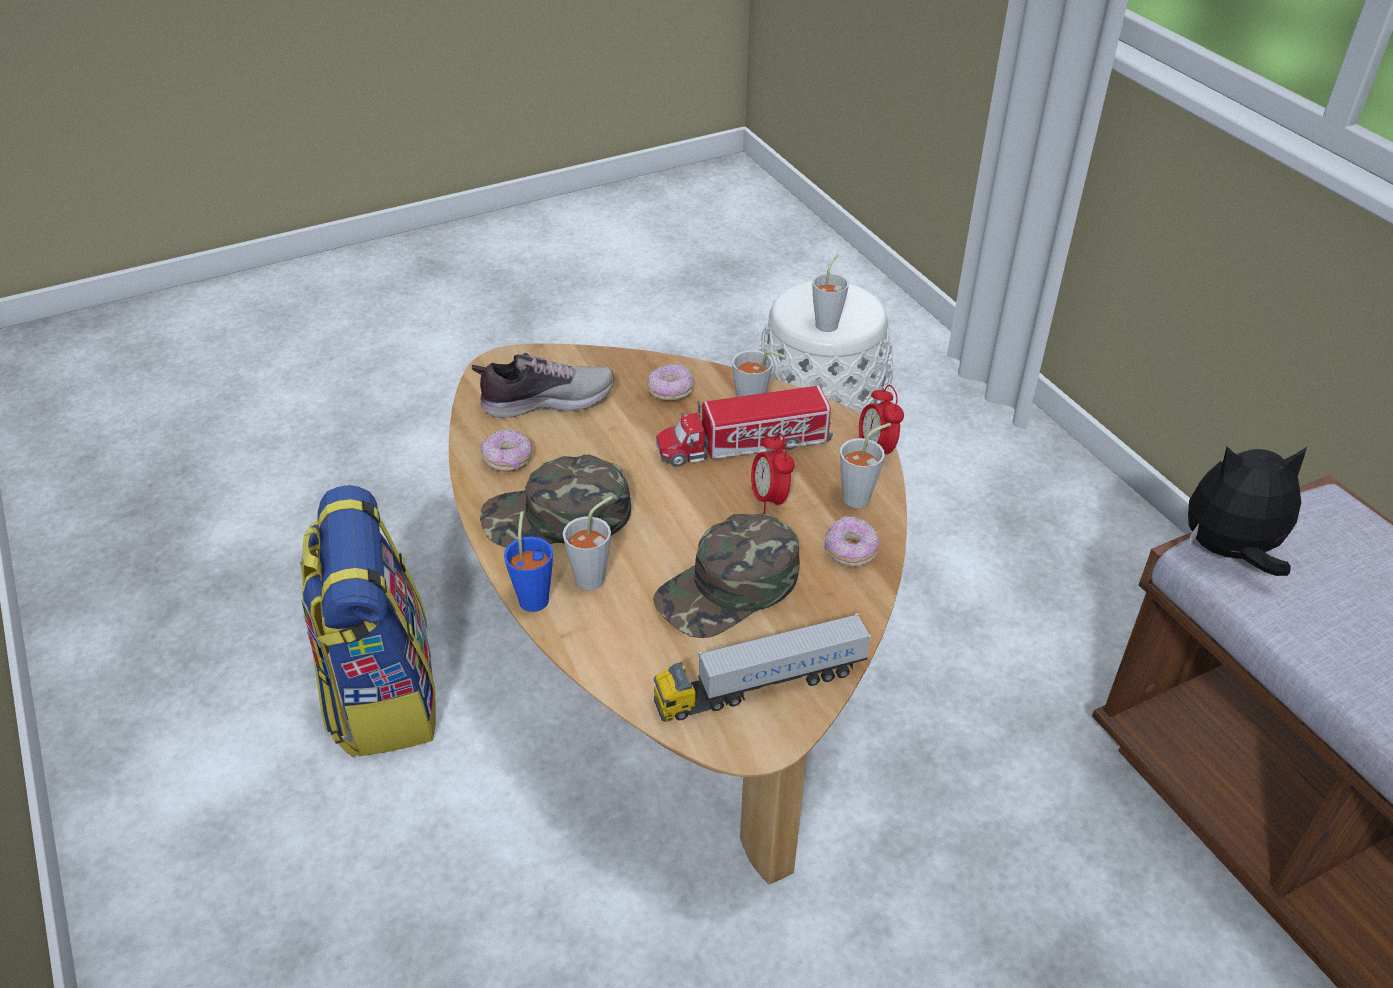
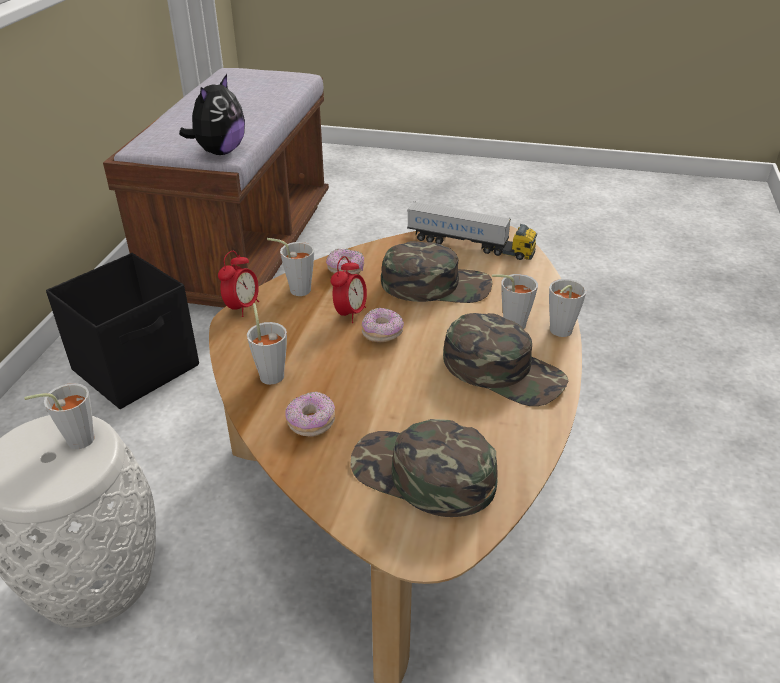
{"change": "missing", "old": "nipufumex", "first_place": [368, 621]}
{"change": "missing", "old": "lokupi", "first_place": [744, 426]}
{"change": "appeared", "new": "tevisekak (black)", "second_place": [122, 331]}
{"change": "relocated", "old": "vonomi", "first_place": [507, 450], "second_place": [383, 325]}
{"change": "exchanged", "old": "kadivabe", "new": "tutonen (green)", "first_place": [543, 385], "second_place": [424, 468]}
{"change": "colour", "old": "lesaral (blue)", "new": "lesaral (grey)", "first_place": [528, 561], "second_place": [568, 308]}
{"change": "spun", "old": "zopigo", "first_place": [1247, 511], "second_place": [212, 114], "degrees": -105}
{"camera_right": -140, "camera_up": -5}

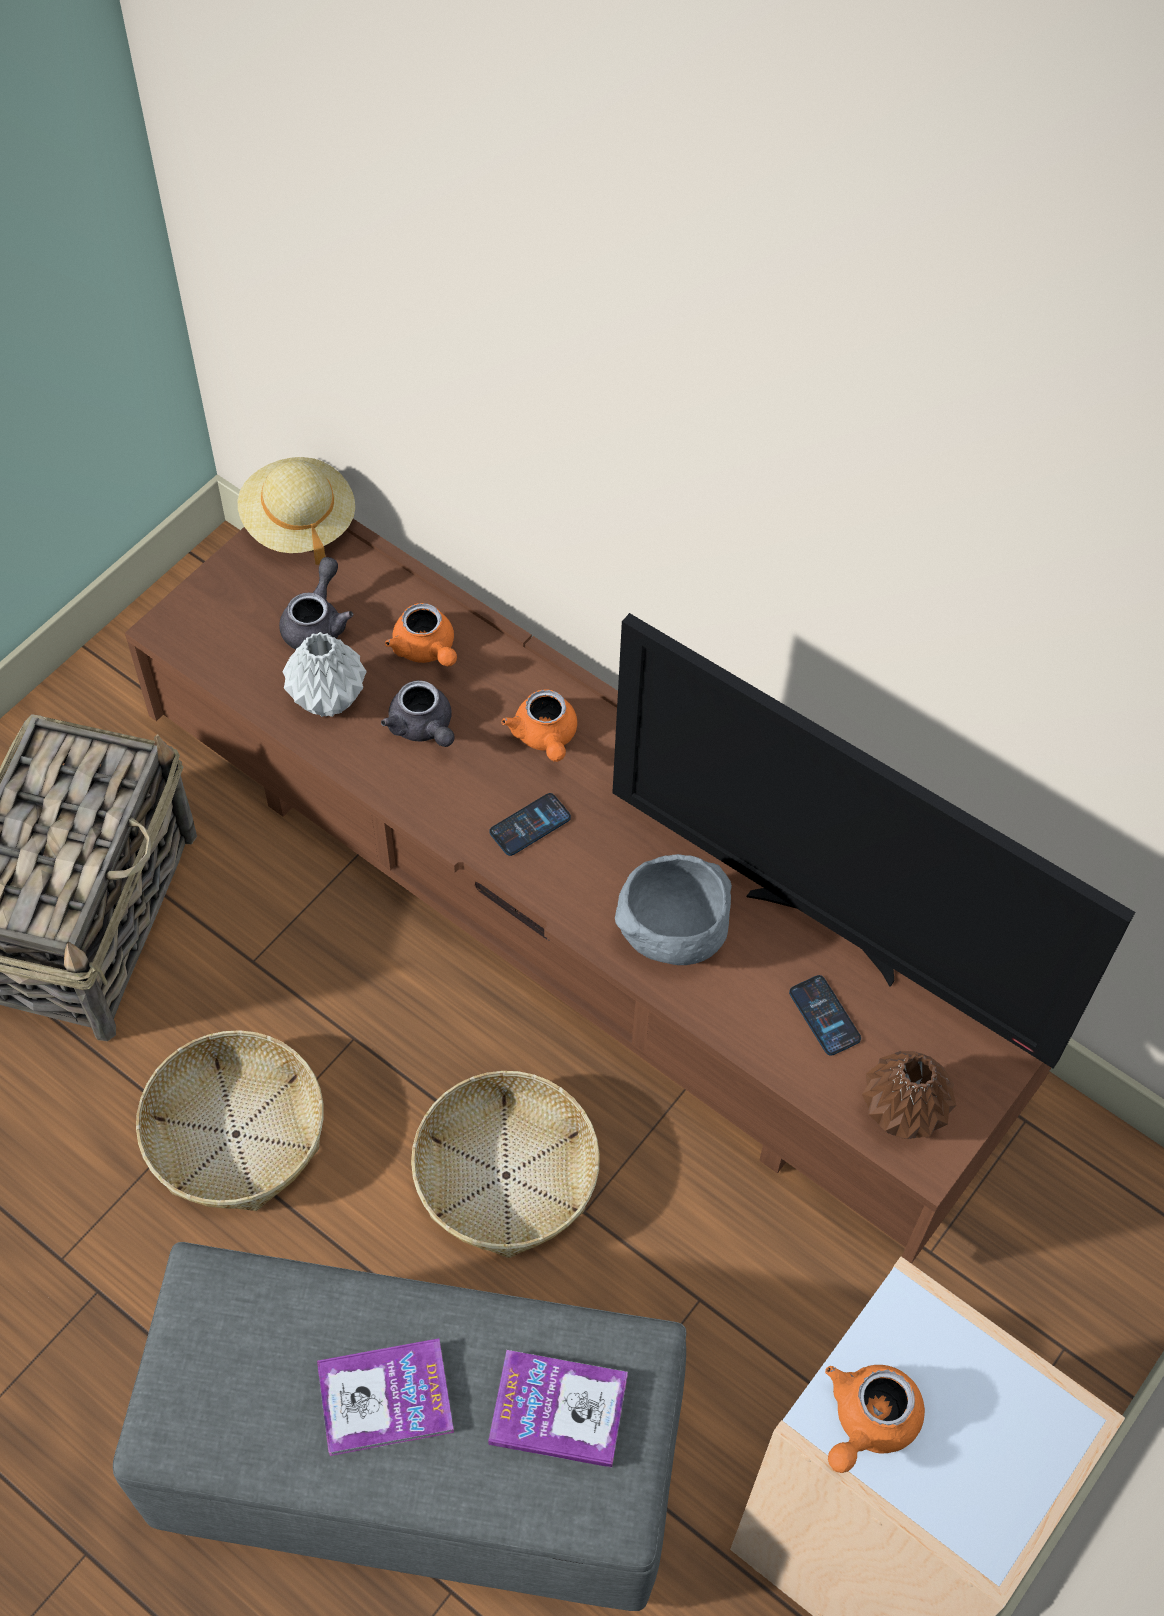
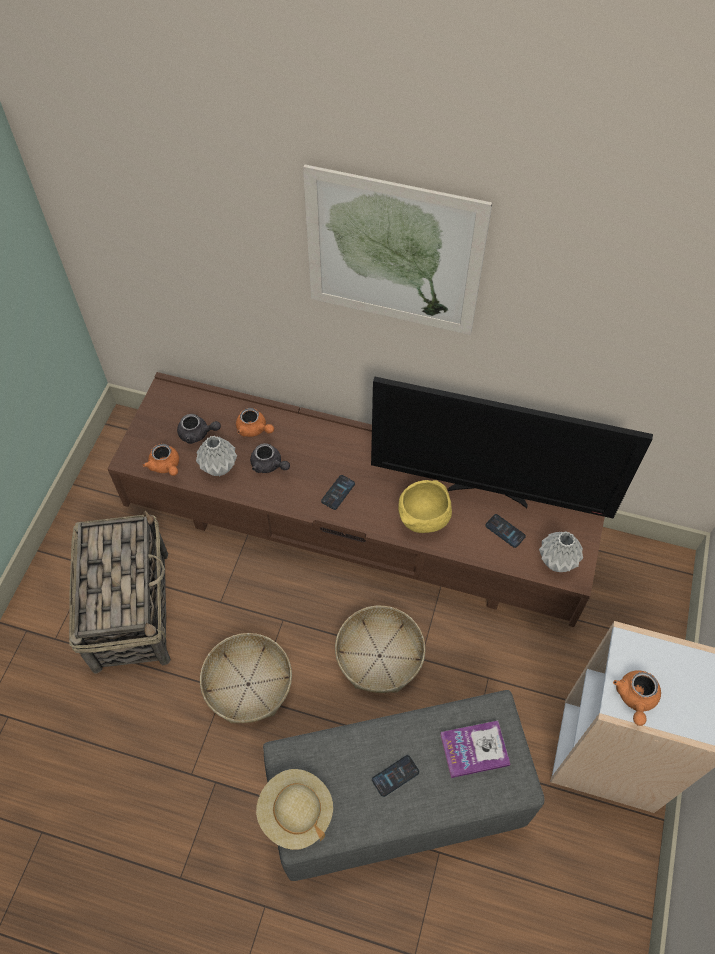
{"change": "appeared", "new": "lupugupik", "second_place": [397, 249]}
{"change": "relocated", "old": "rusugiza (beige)", "first_place": [296, 511], "second_place": [294, 809]}
{"change": "relocated", "old": "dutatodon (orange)", "first_place": [539, 726], "second_place": [161, 460]}
{"change": "exchanged", "old": "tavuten", "new": "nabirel", "first_place": [385, 1397], "second_place": [395, 776]}
{"change": "colour", "old": "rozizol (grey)", "new": "rozizol (yellow)", "first_place": [673, 909], "second_place": [425, 506]}
{"change": "colour", "old": "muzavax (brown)", "new": "muzavax (grey)", "first_place": [909, 1095], "second_place": [561, 551]}
{"change": "spun", "old": "dutatodon (grey)", "first_place": [316, 603], "second_place": [199, 429], "degrees": 105}
{"camera_right": -20, "camera_up": 0}

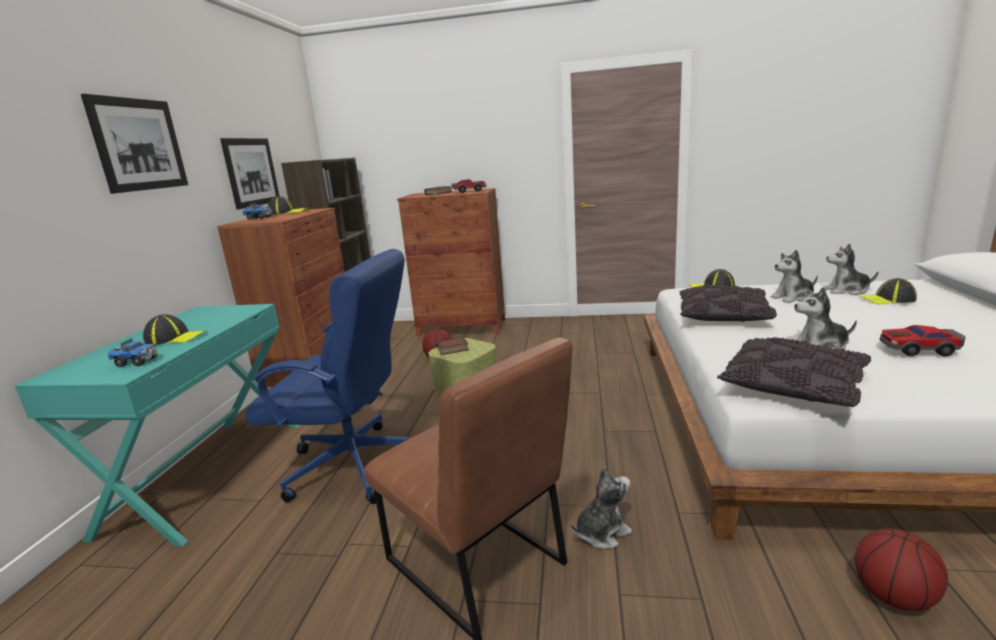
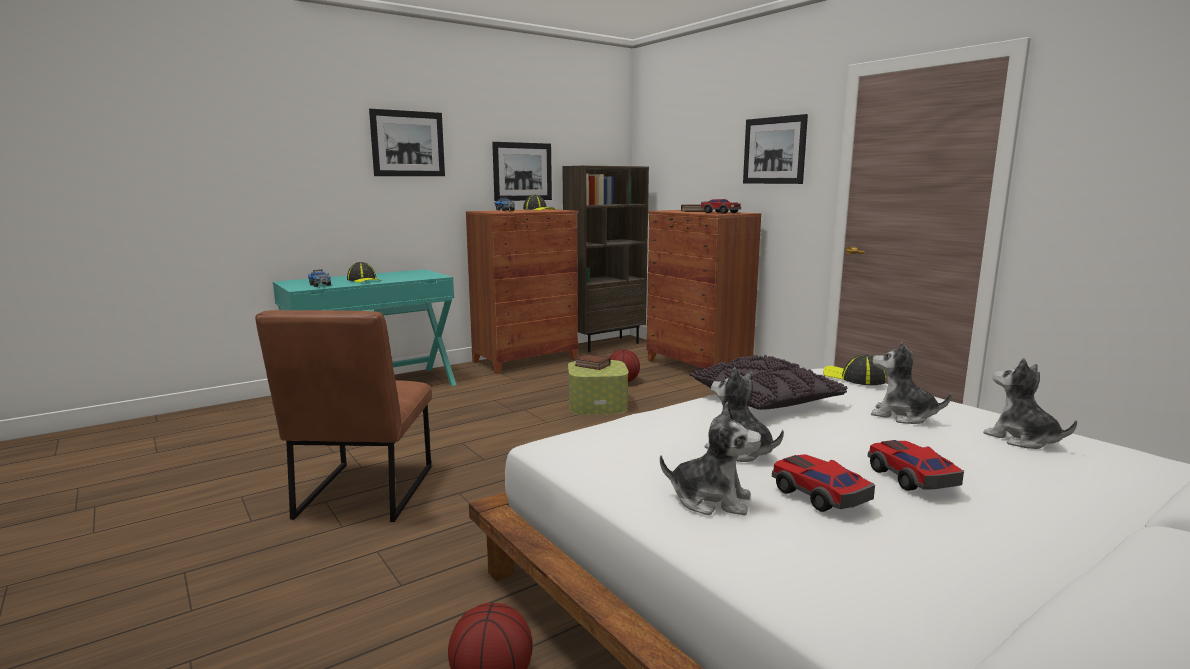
{"change": "missing", "old": "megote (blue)", "first_place": [329, 376]}
{"change": "missing", "old": "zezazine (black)", "first_place": [794, 372]}
{"change": "missing", "old": "tutonen", "first_place": [888, 291]}
{"change": "appeared", "new": "lupugupik", "second_place": [775, 149]}
{"change": "appeared", "new": "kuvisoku", "second_place": [916, 465]}
{"change": "relocated", "old": "zopigo", "first_place": [601, 507], "second_place": [711, 458]}
{"camera_right": 45, "camera_up": -5}

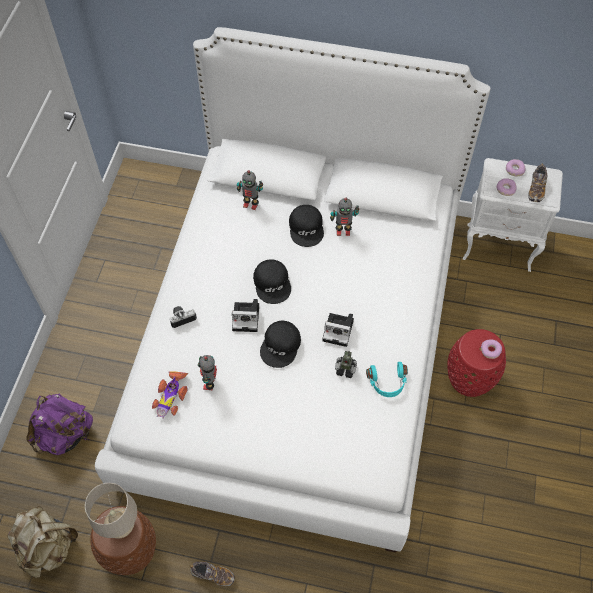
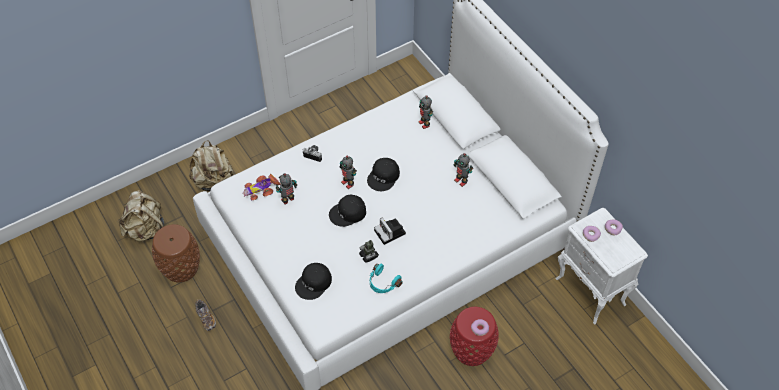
{"change": "missing", "old": "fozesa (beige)", "first_place": [111, 511]}
{"change": "missing", "old": "kadivabe", "first_place": [538, 183]}
{"change": "relocated", "old": "tutonen (black)", "first_place": [306, 226], "second_place": [313, 281]}
{"change": "exchanged", "old": "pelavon", "new": "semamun", "first_place": [245, 315], "second_place": [348, 172]}
{"change": "colour", "old": "nipufumex (purple)", "new": "nipufumex (beige)", "first_place": [59, 424], "second_place": [211, 165]}
{"camera_right": 45, "camera_up": -5}

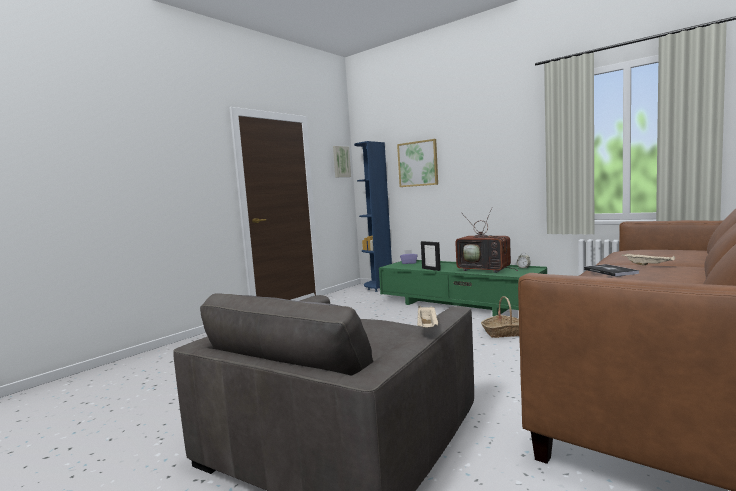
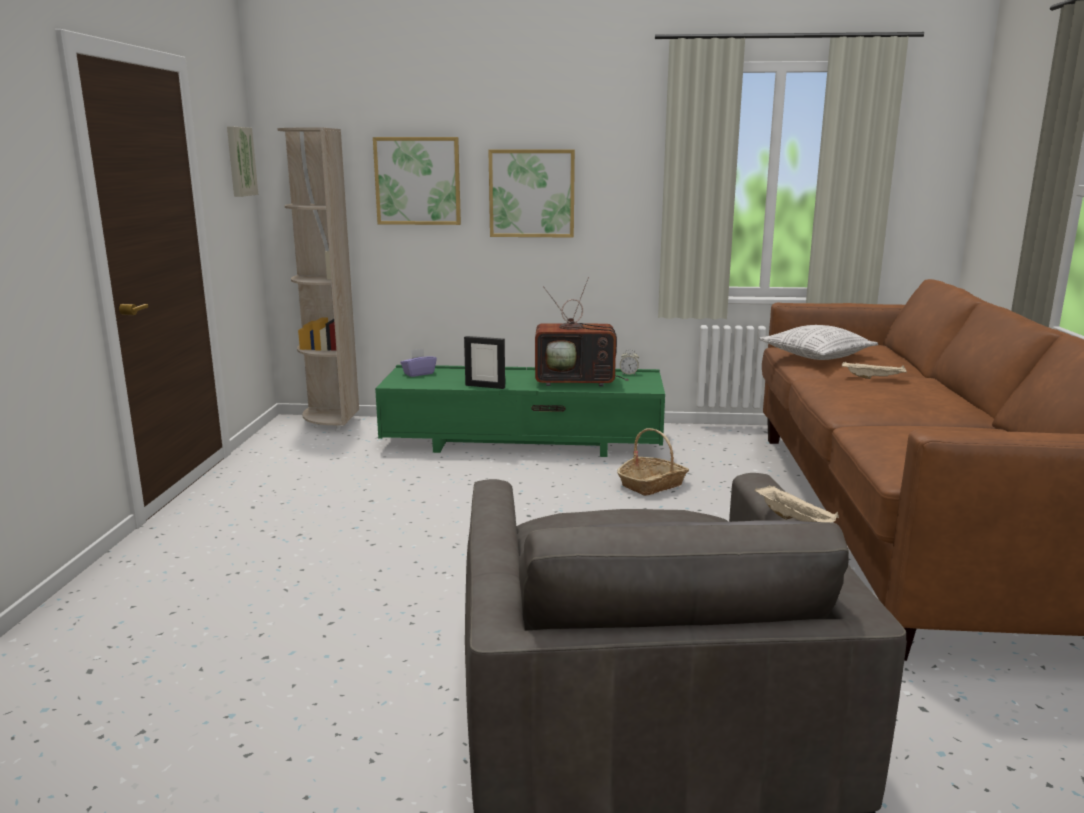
{"change": "missing", "old": "tavuten", "first_place": [611, 270]}
{"change": "appeared", "new": "lupugupik", "second_place": [531, 194]}
{"change": "appeared", "new": "zezazine", "second_place": [818, 342]}
{"change": "colour", "old": "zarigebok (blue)", "new": "zarigebok (beige)", "first_place": [373, 216], "second_place": [318, 279]}
{"camera_right": -35, "camera_up": 10}

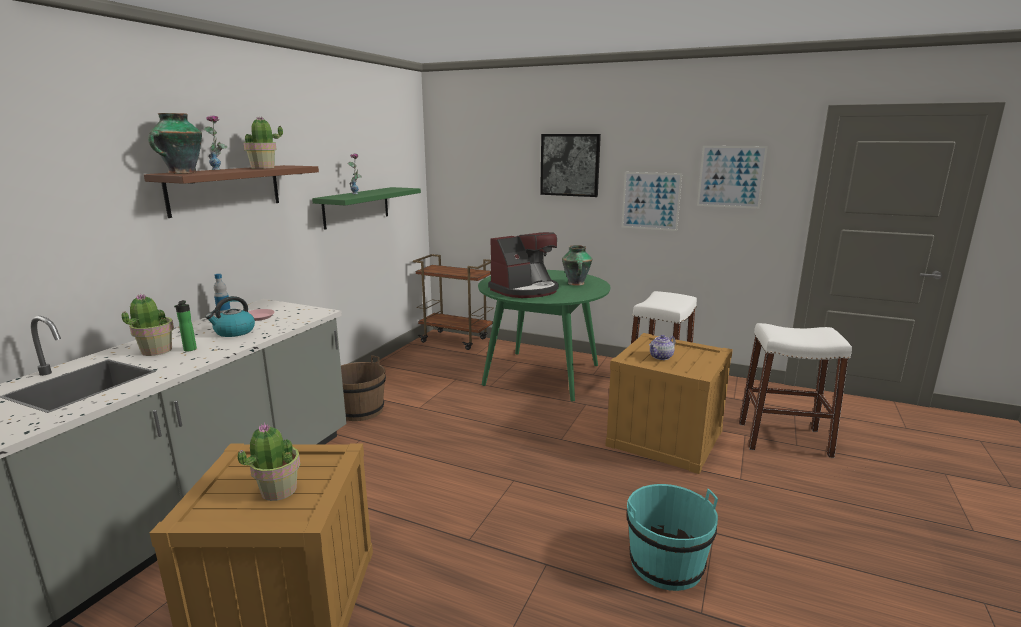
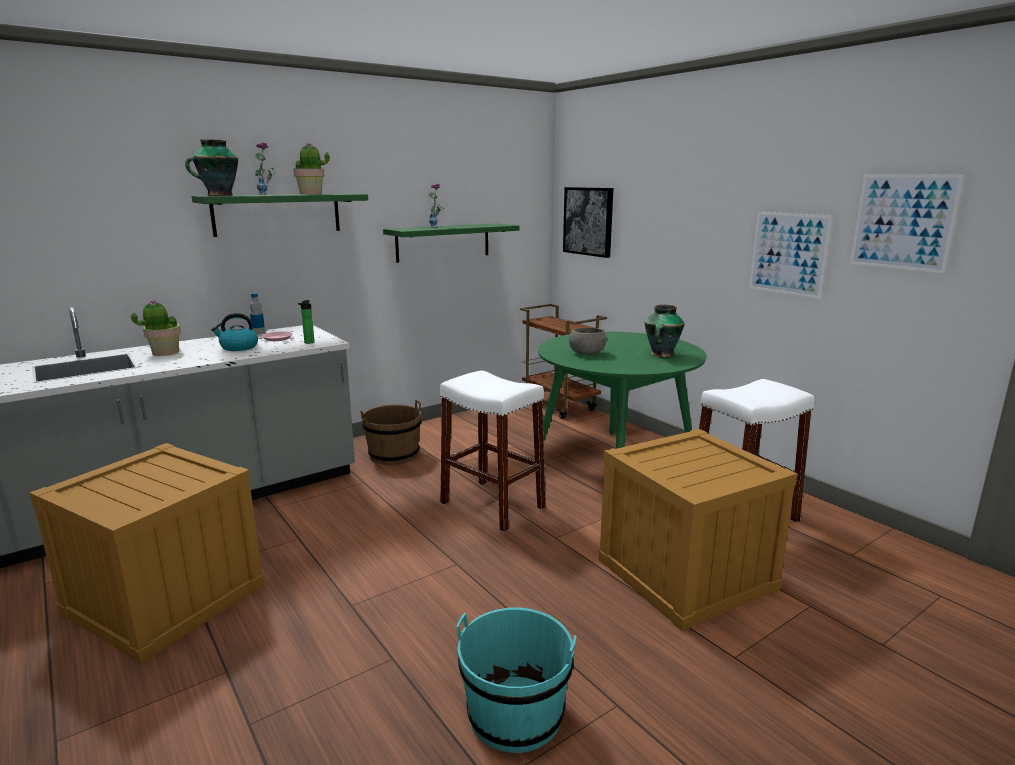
{"change": "missing", "old": "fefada", "first_place": [269, 462]}
{"change": "missing", "old": "dutatodon", "first_place": [662, 347]}
{"change": "relocated", "old": "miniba", "first_place": [185, 325], "second_place": [306, 322]}
{"change": "relocated", "old": "lupugupik", "first_place": [570, 165], "second_place": [588, 222]}
{"change": "relocated", "old": "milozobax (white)", "first_place": [795, 390], "second_place": [493, 451]}
{"change": "exchanged", "old": "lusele", "new": "rozizol (grey)", "first_place": [523, 265], "second_place": [588, 341]}
{"change": "colour", "old": "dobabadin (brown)", "new": "dobabadin (green)", "first_place": [231, 191], "second_place": [280, 215]}
{"camera_right": 30, "camera_up": 0}

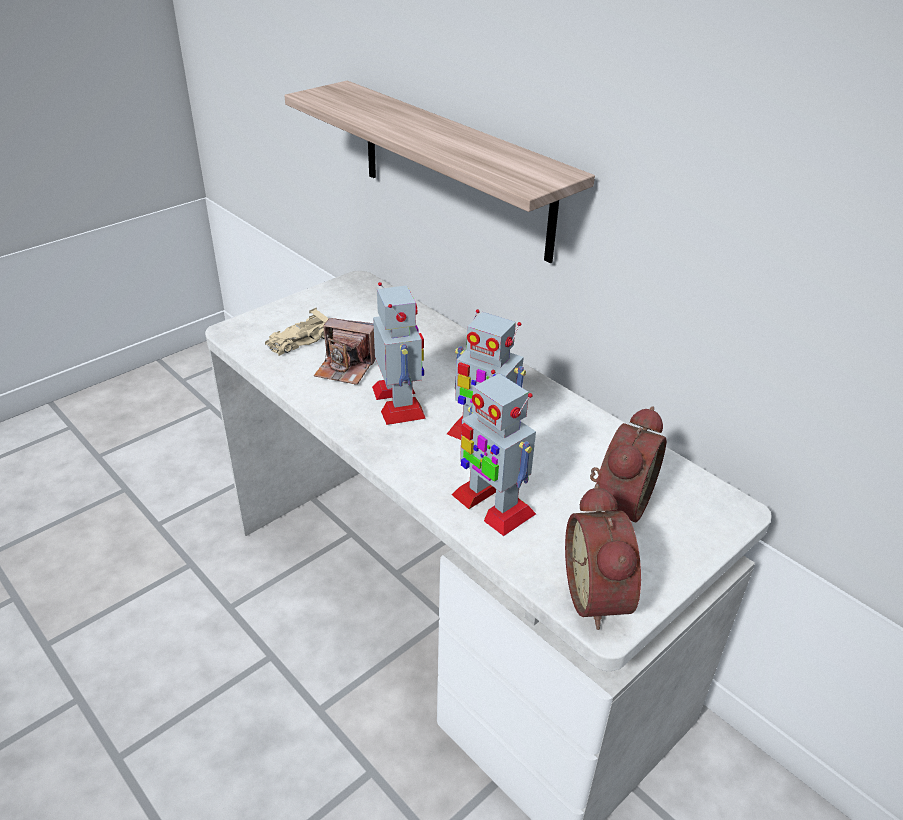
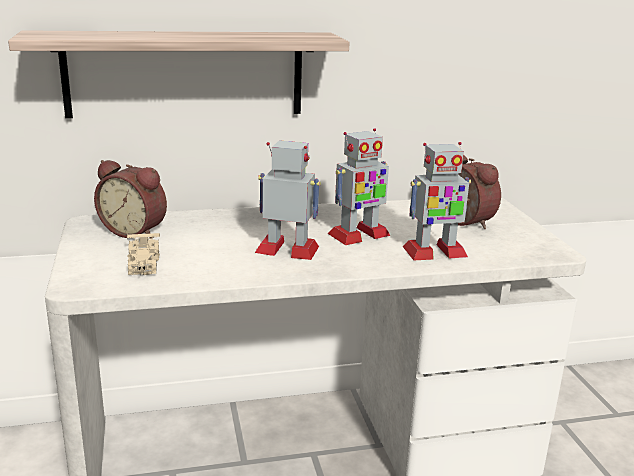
{"change": "missing", "old": "pelavon", "first_place": [345, 351]}
{"change": "relocated", "old": "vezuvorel", "first_place": [603, 557], "second_place": [130, 199]}
{"camera_right": -60, "camera_up": -15}

